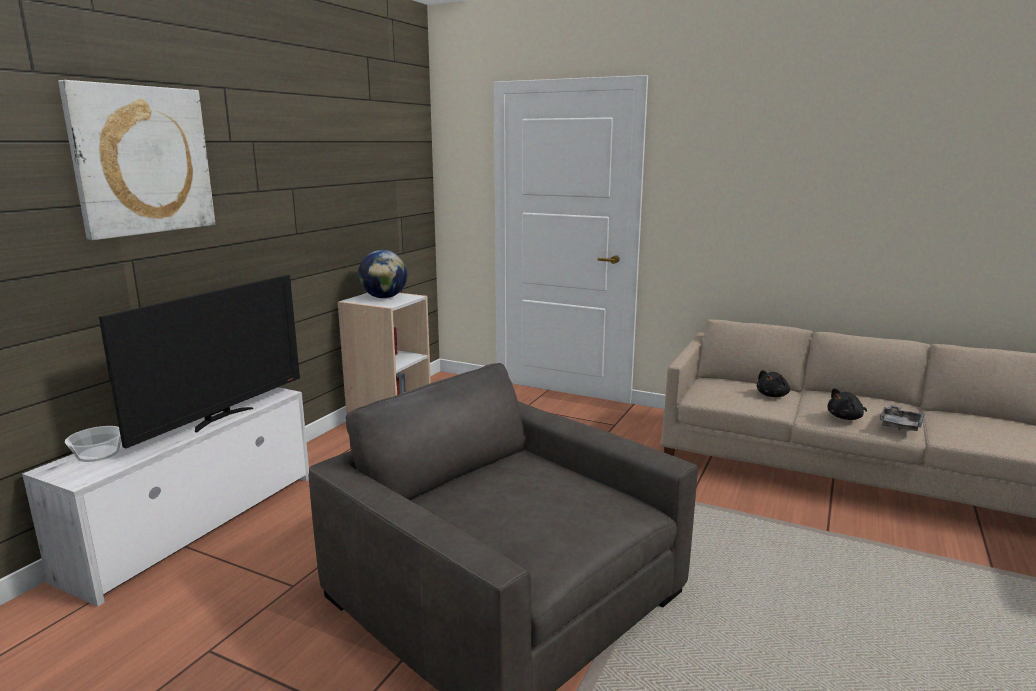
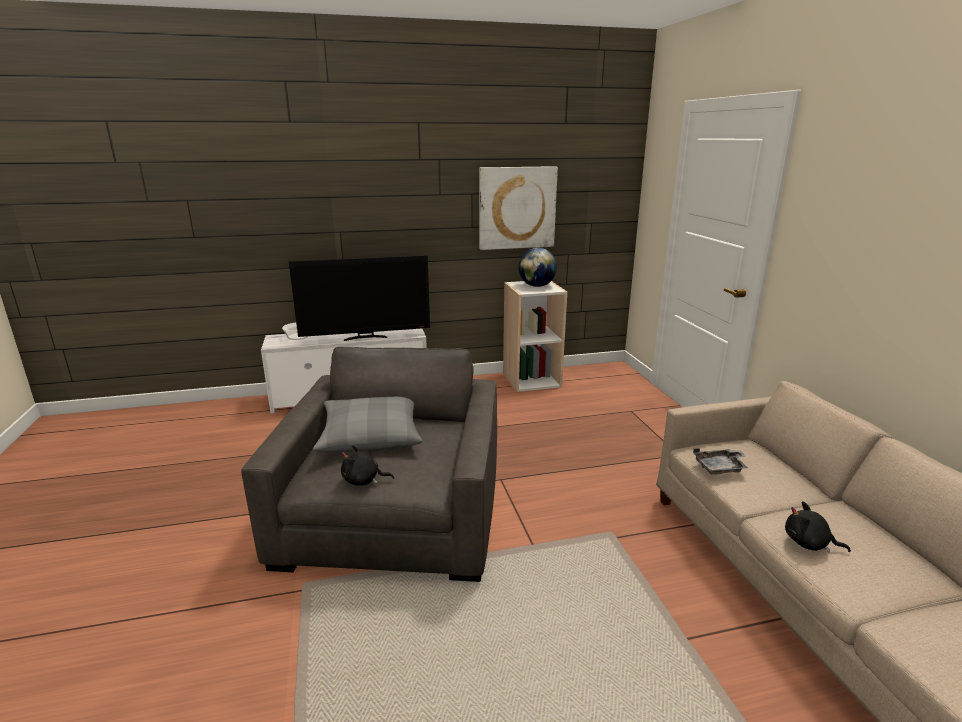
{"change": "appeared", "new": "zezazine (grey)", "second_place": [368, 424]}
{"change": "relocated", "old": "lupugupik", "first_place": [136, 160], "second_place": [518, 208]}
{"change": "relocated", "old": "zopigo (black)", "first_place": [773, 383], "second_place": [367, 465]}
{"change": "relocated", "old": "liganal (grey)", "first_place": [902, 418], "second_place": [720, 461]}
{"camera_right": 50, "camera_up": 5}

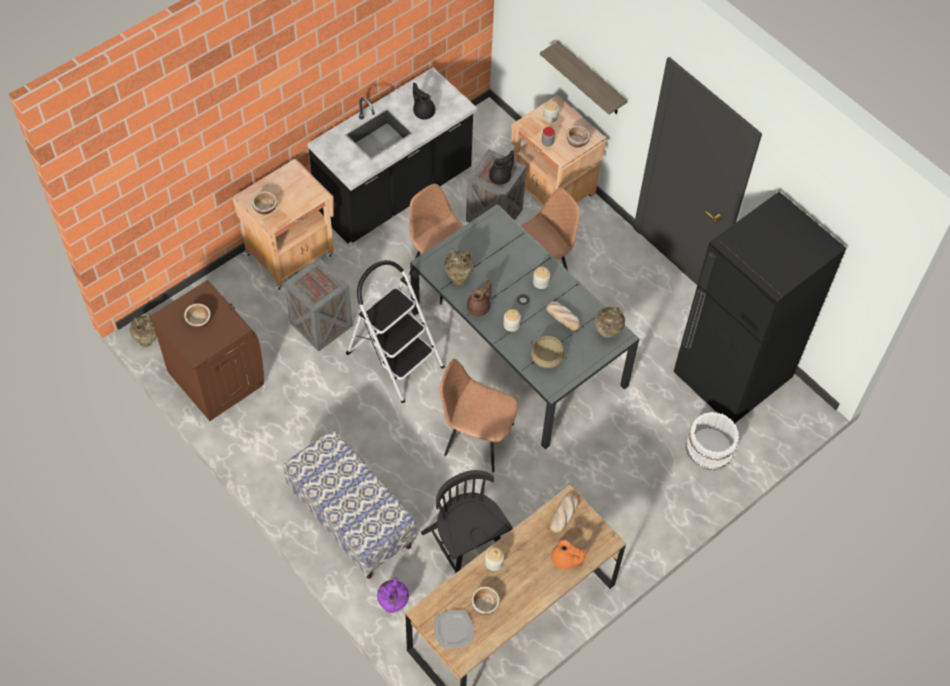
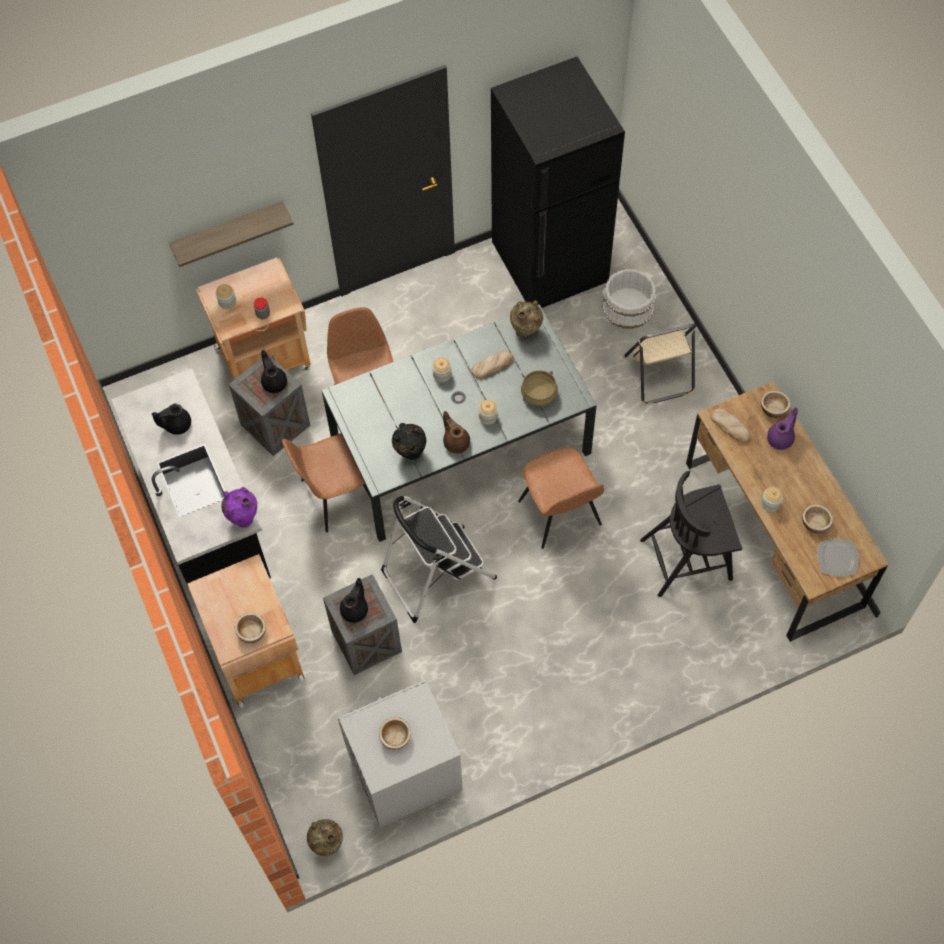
{"change": "missing", "old": "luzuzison", "first_place": [350, 504]}
{"change": "appeared", "new": "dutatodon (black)", "second_place": [354, 600]}
{"change": "appeared", "new": "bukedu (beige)", "second_place": [659, 365]}
{"change": "relocated", "old": "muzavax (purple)", "first_place": [393, 595], "second_place": [239, 507]}
{"change": "relocated", "old": "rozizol", "first_place": [578, 136], "second_place": [776, 404]}
{"change": "colour", "old": "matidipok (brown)", "new": "matidipok (white)", "first_place": [206, 350], "second_place": [400, 753]}
{"change": "colour", "old": "muzavax (beige)", "new": "muzavax (black)", "first_place": [459, 266], "second_place": [409, 441]}
{"change": "colour", "old": "dutatodon (orange)", "new": "dutatodon (purple)", "first_place": [568, 555], "second_place": [782, 428]}
{"change": "spun", "old": "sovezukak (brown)", "first_place": [479, 416], "second_place": [561, 498], "degrees": -60}
{"camera_right": -70, "camera_up": 5}

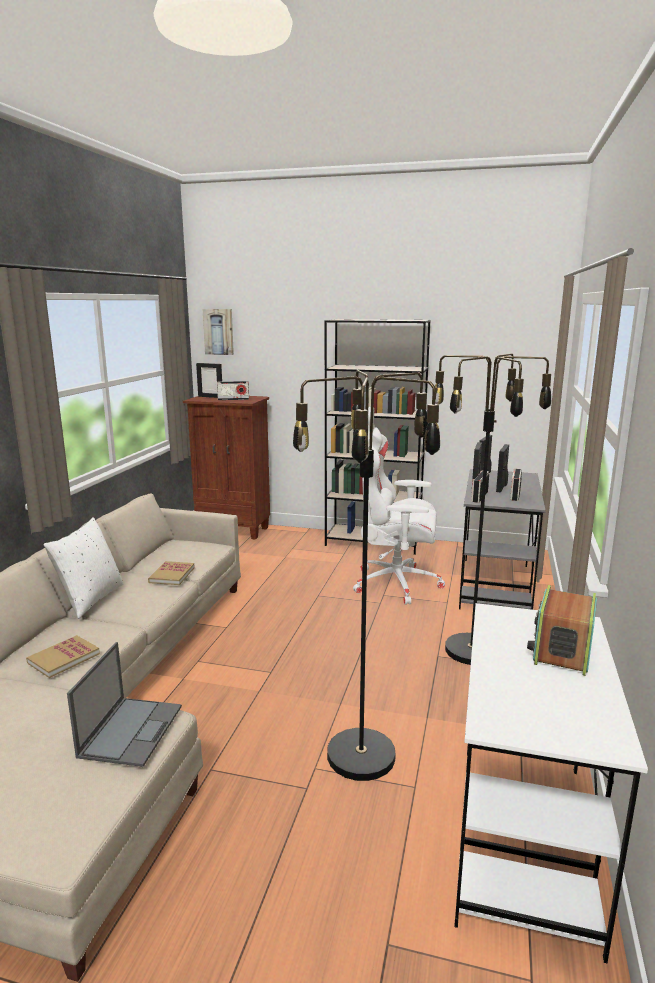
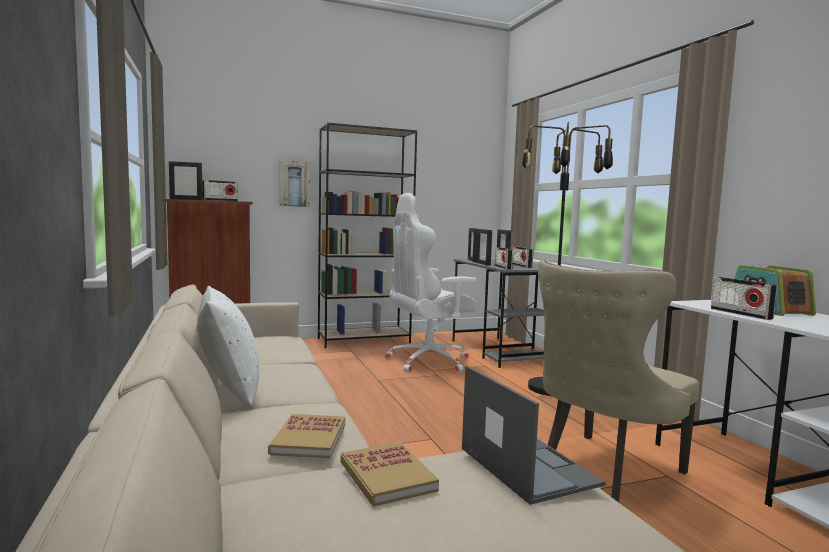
{"change": "appeared", "new": "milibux", "second_place": [744, 298]}
{"change": "relocated", "old": "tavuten", "first_place": [171, 573], "second_place": [390, 474]}
{"change": "relocated", "old": "lupugupik", "first_place": [218, 332], "second_place": [294, 184]}
{"change": "exchanged", "old": "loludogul", "new": "sovezukak (beige)", "first_place": [366, 575], "second_place": [618, 380]}
{"camera_right": -35, "camera_up": -10}

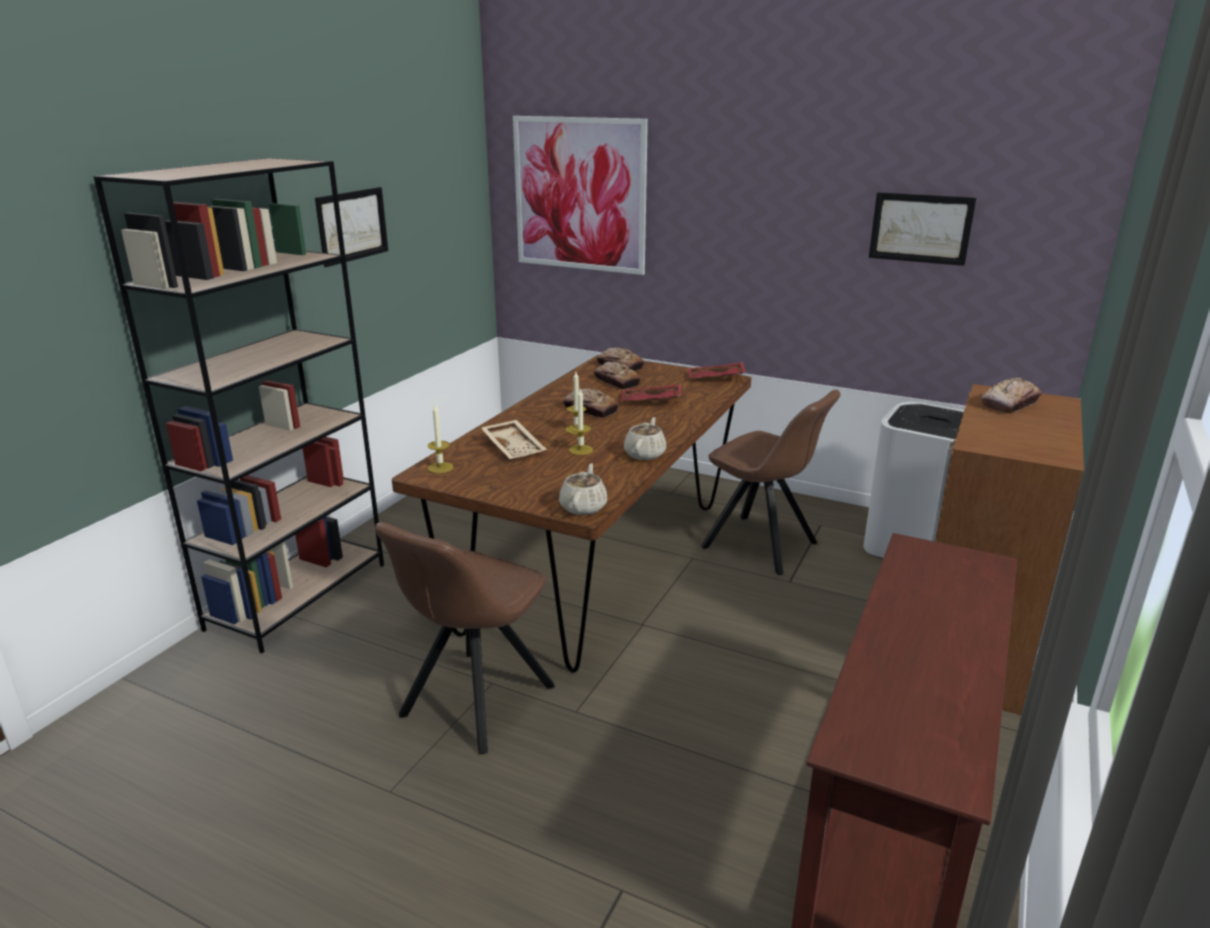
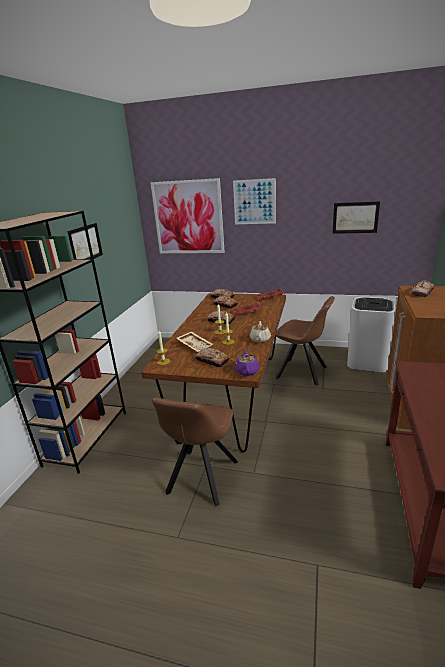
{"change": "appeared", "new": "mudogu", "second_place": [212, 358]}
{"change": "appeared", "new": "lupugupik", "second_place": [254, 201]}
{"change": "colour", "old": "dutatodon (beige)", "new": "dutatodon (purple)", "first_place": [583, 489], "second_place": [247, 362]}
{"camera_right": -10, "camera_up": 0}

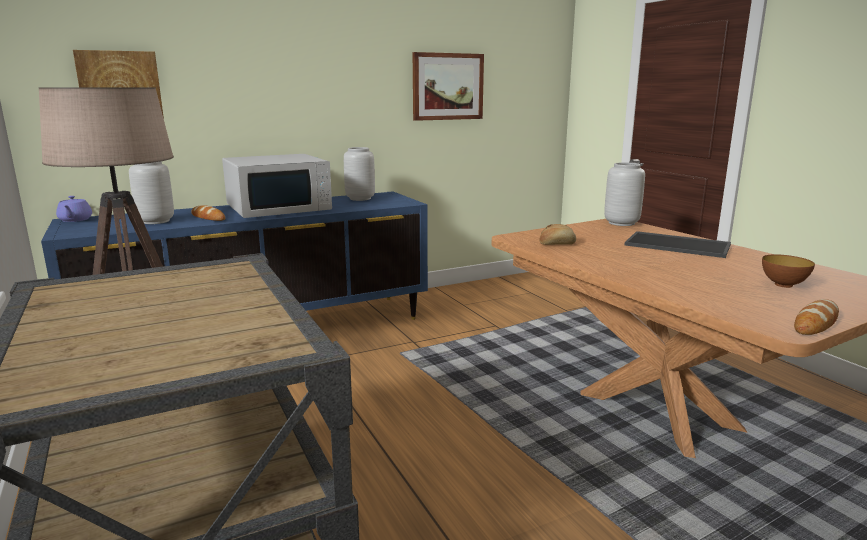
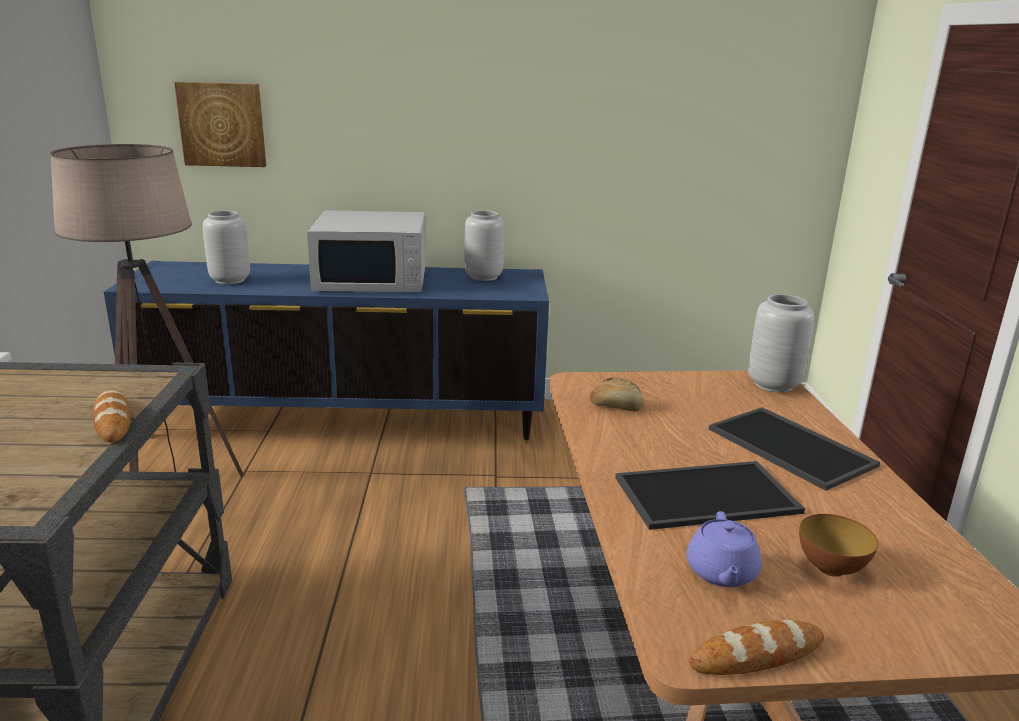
{"change": "missing", "old": "lupugupik", "first_place": [448, 86]}
{"change": "appeared", "new": "liganal", "second_place": [710, 495]}
{"change": "relocated", "old": "dutatodon (purple)", "first_place": [74, 209], "second_place": [724, 549]}
{"change": "relocated", "old": "mudogu", "first_place": [208, 213], "second_place": [112, 415]}
{"camera_right": 25, "camera_up": 5}

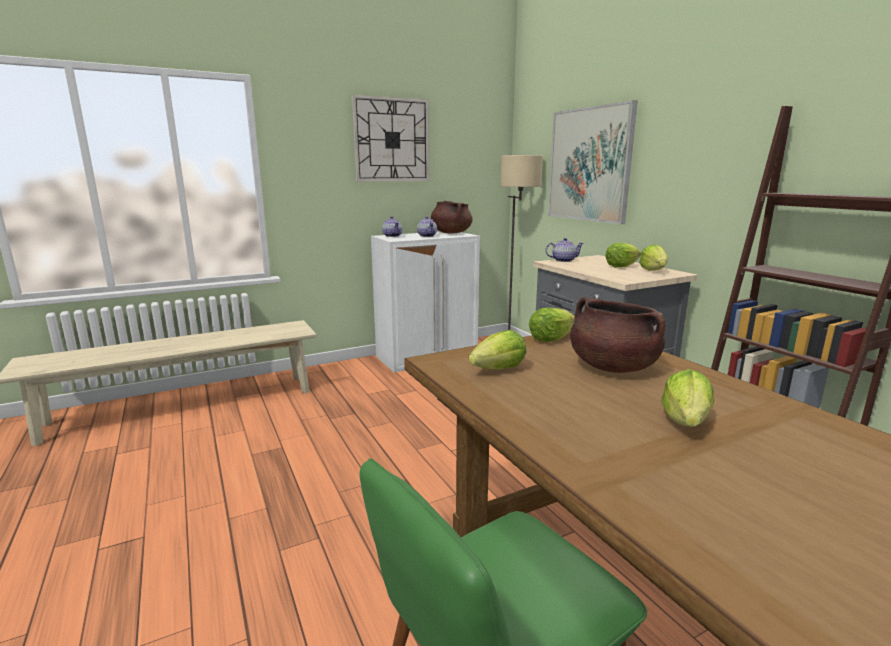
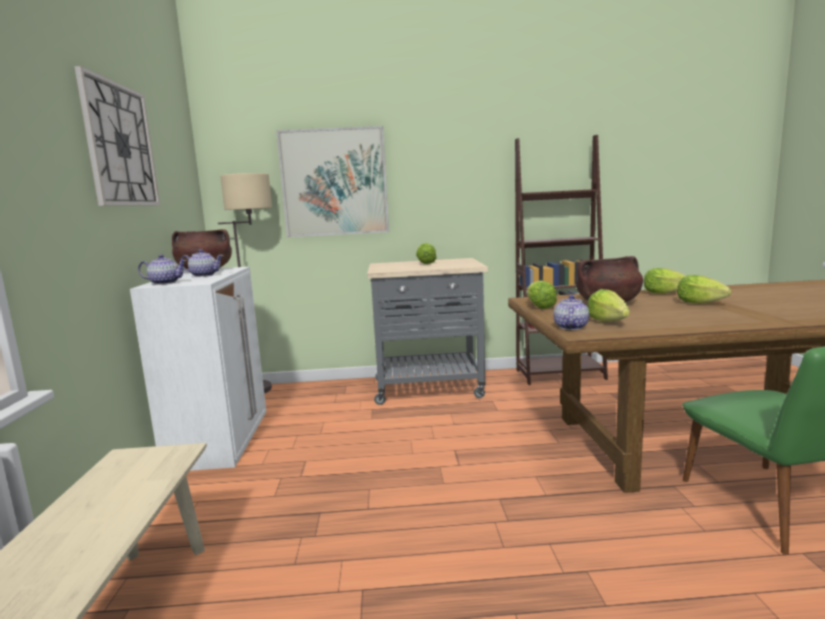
{"change": "relocated", "old": "dutatodon", "first_place": [564, 250], "second_place": [571, 312]}
{"change": "relocated", "old": "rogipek", "first_place": [653, 257], "second_place": [665, 281]}
{"camera_right": -65, "camera_up": -5}

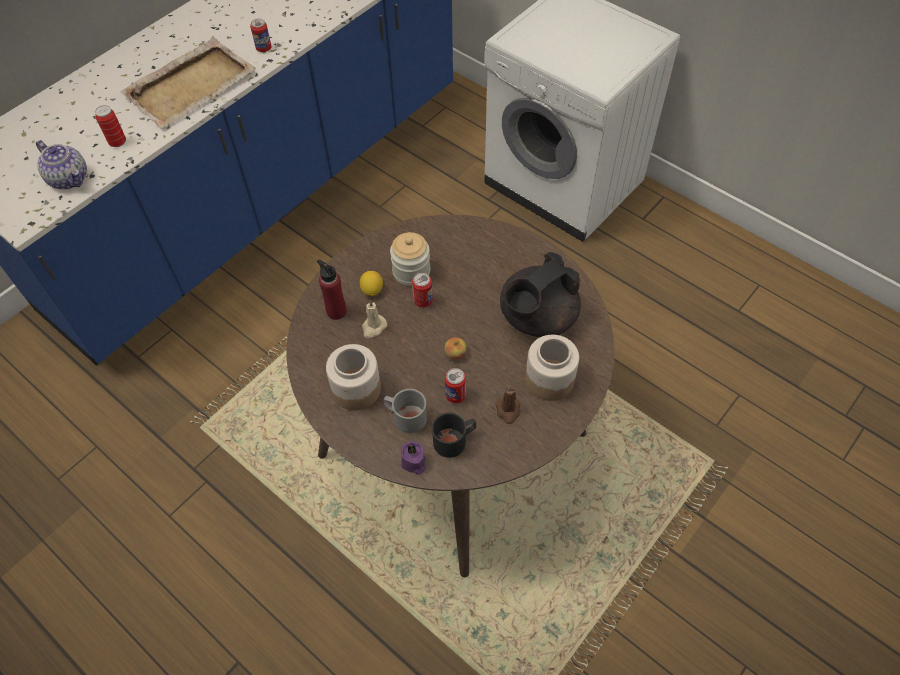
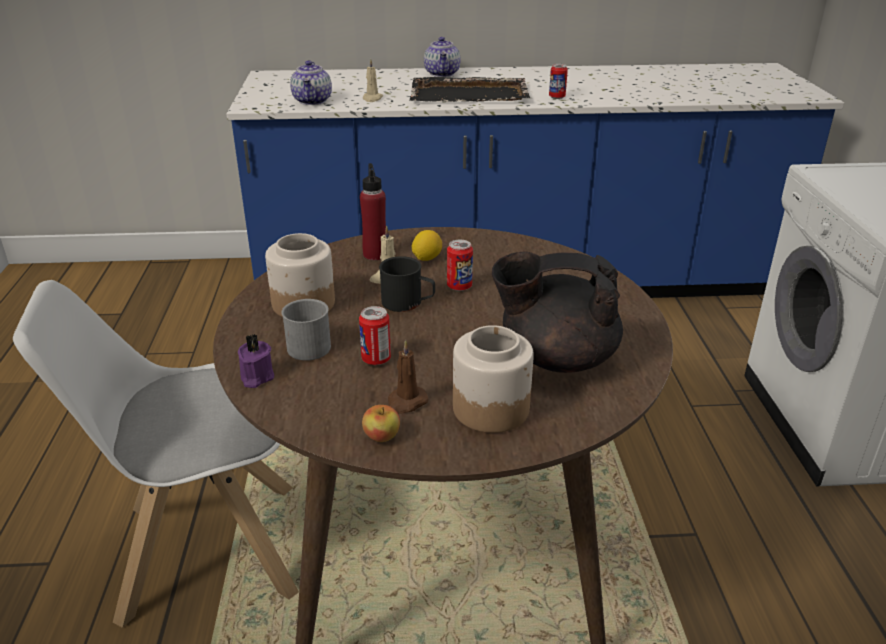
{"change": "missing", "old": "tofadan", "first_place": [410, 259]}
{"change": "appeared", "new": "sovezukak", "second_place": [156, 454]}
{"change": "appeared", "new": "dutatodon", "second_place": [442, 57]}
{"change": "relocated", "old": "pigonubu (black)", "first_place": [453, 435], "second_place": [407, 284]}
{"change": "relocated", "old": "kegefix", "first_place": [455, 348], "second_place": [381, 423]}
{"change": "exchanged", "old": "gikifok", "new": "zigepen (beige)", "first_place": [110, 126], "second_place": [373, 80]}
{"change": "colour", "old": "liganal (beige)", "new": "liganal (black)", "first_place": [188, 83], "second_place": [470, 89]}
{"camera_right": 45, "camera_up": -25}

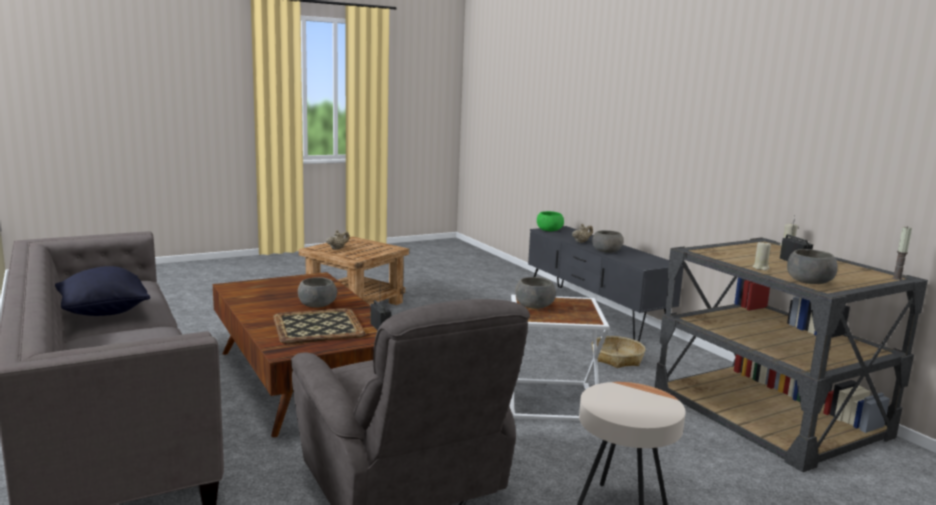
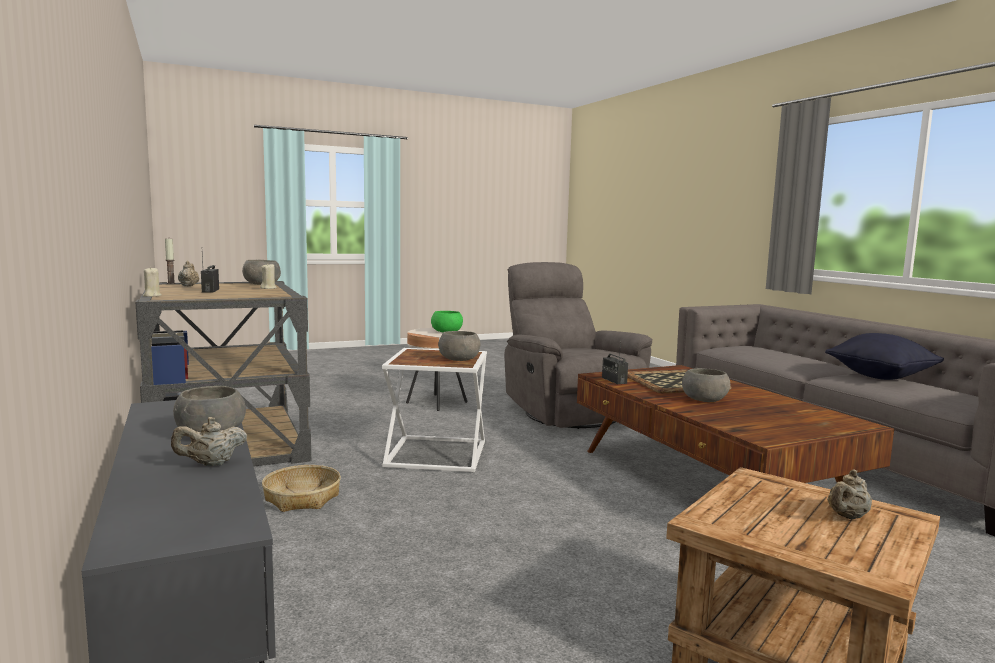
{"change": "appeared", "new": "dutatodon (beige)", "second_place": [188, 273]}
{"change": "relocated", "old": "rozizol (green)", "first_place": [550, 221], "second_place": [447, 322]}
{"camera_right": -175, "camera_up": -5}

